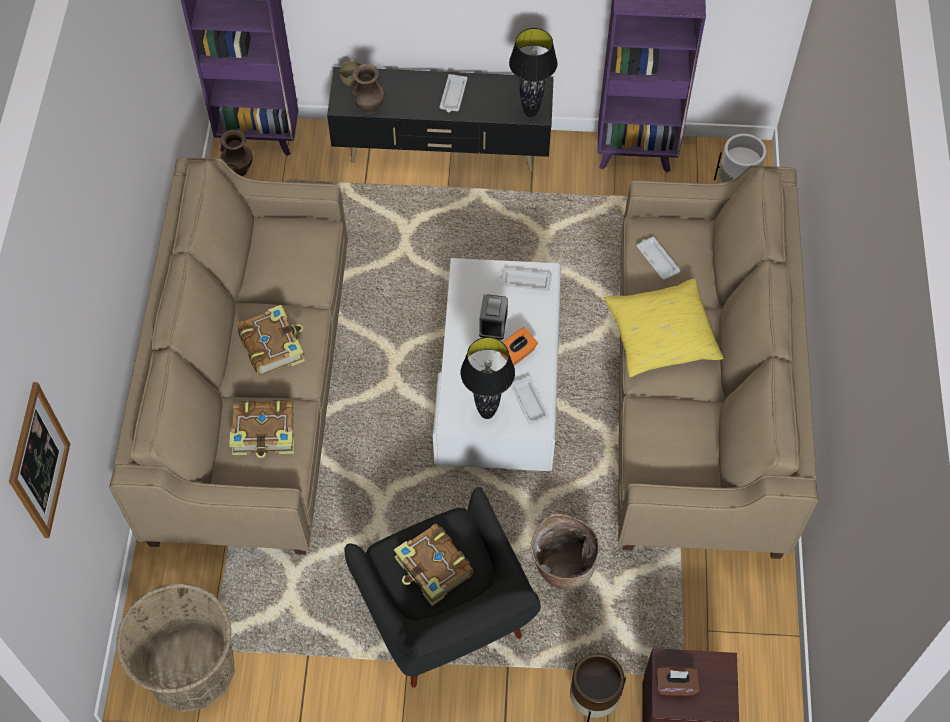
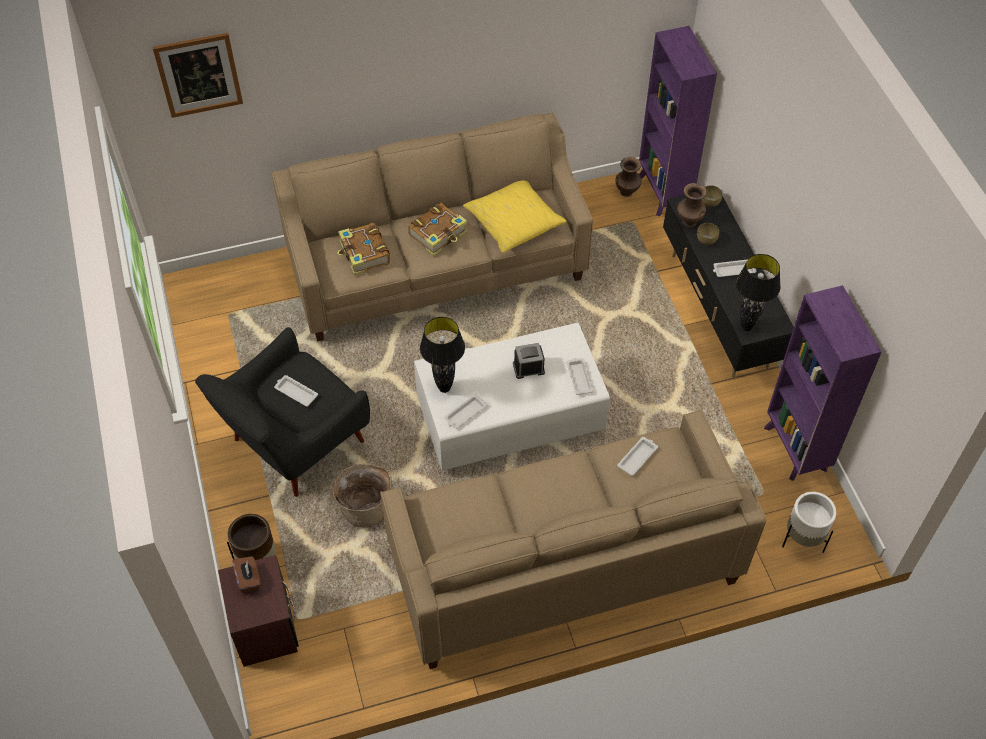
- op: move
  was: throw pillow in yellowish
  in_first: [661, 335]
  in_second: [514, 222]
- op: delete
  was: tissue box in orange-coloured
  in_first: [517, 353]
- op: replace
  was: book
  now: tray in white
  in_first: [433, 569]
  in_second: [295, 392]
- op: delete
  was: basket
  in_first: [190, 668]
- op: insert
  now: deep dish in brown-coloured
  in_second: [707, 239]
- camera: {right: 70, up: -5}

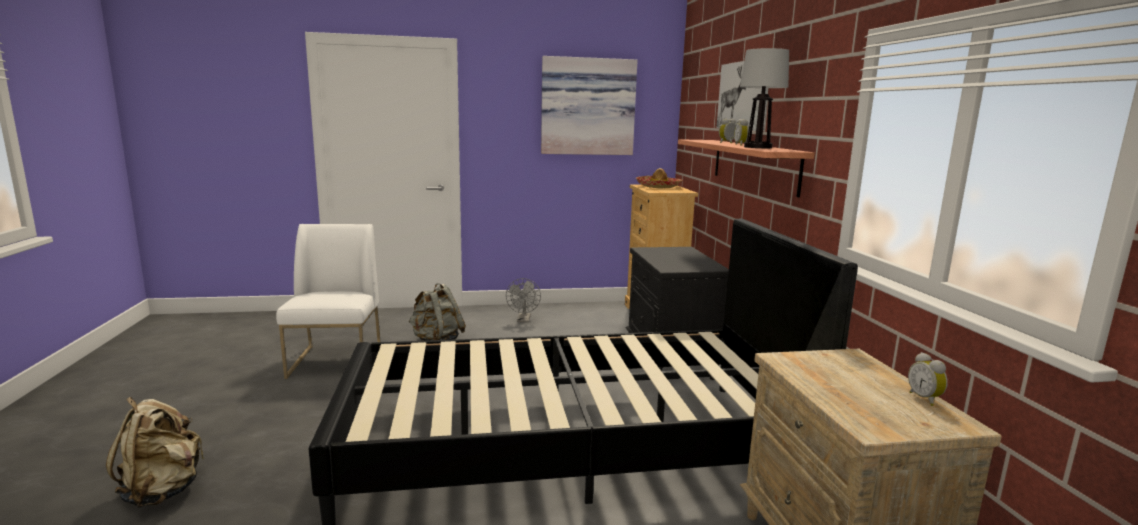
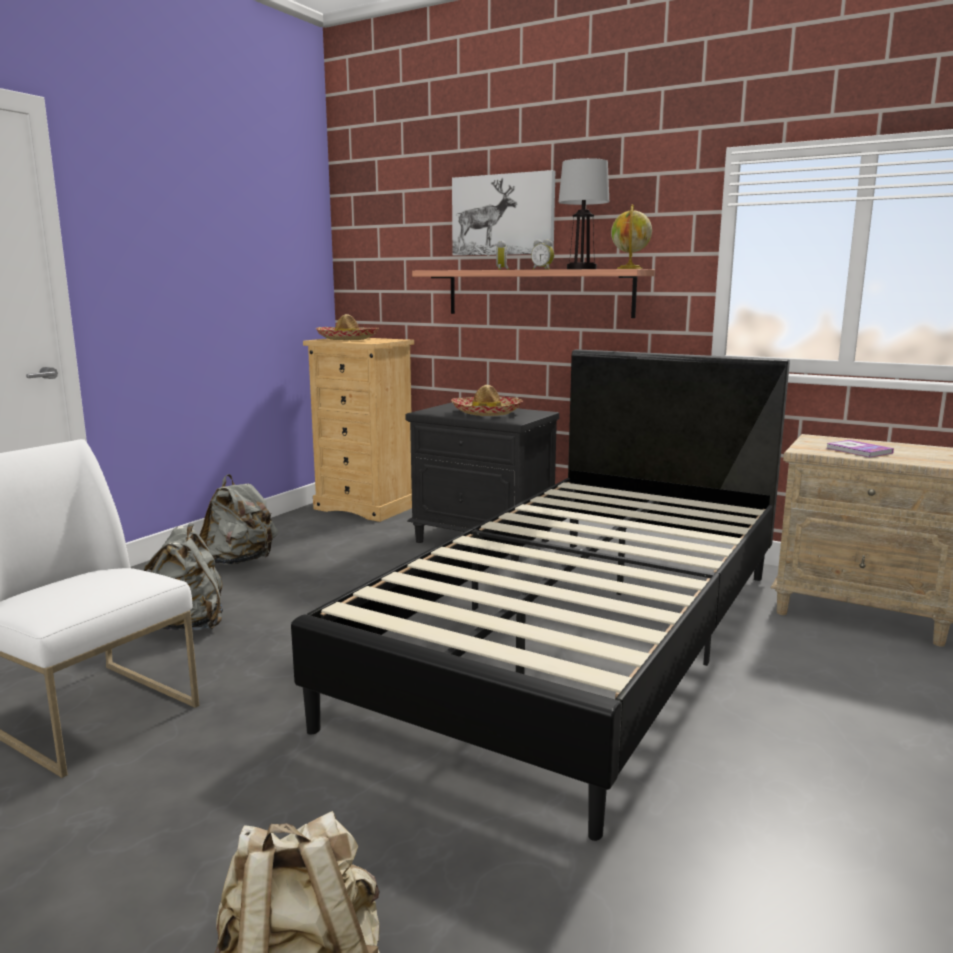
- op: delete
  was: picture
  in_first: [587, 107]
- op: replace
  was: cooling fan in greyish
  now: knapsack in greyish
  in_first: [523, 320]
  in_second: [240, 562]
- op: delete
  was: alarm clock
  in_first: [925, 399]
- op: insert
  now: globe
  in_second: [630, 268]
- op: insert
  now: wearable hat
  in_second: [487, 413]
- op: insert
  now: book
  in_second: [858, 450]
- camera: {right: -50, up: 0}

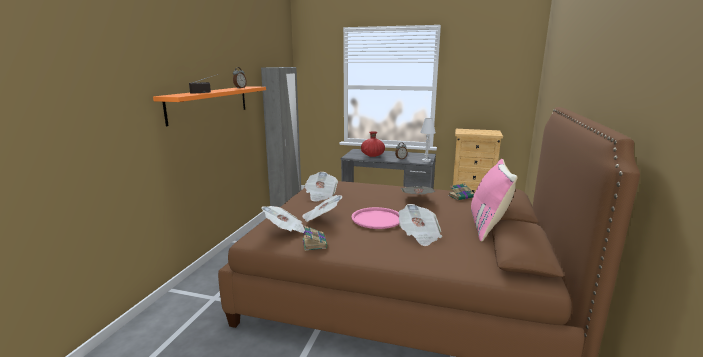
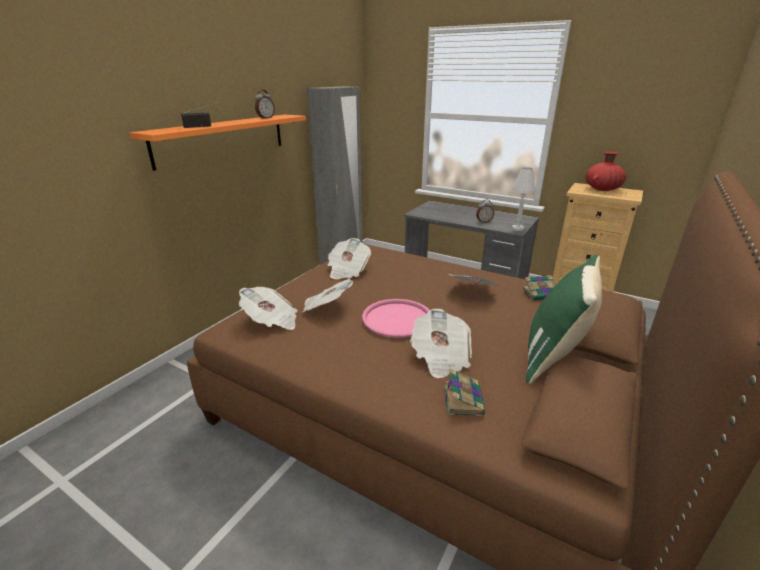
- op: move
  was: vase in red-coloured
  in_first: [372, 156]
  in_second: [602, 189]
- op: recolor
  was: throw pillow in pinkish
  now: throw pillow in green
  in_first: [488, 227]
  in_second: [554, 357]
- op: move
  was: book
  in_first: [314, 243]
  in_second: [463, 399]
- camera: {right: 15, up: 10}

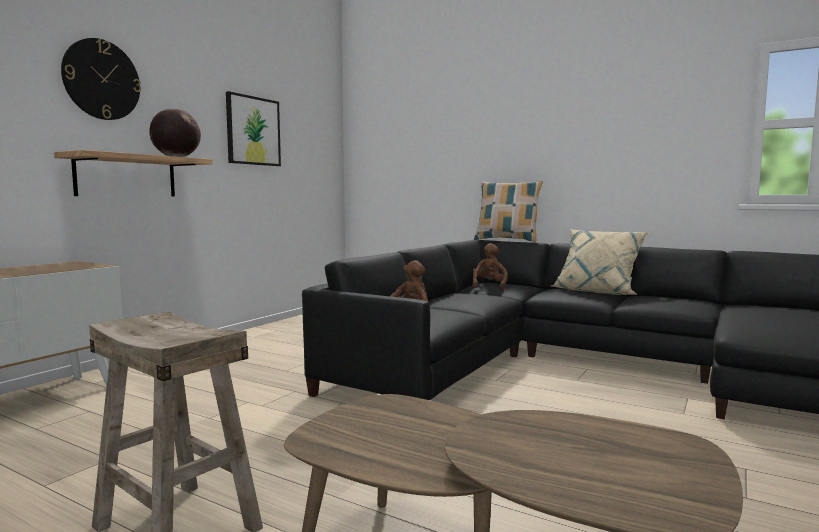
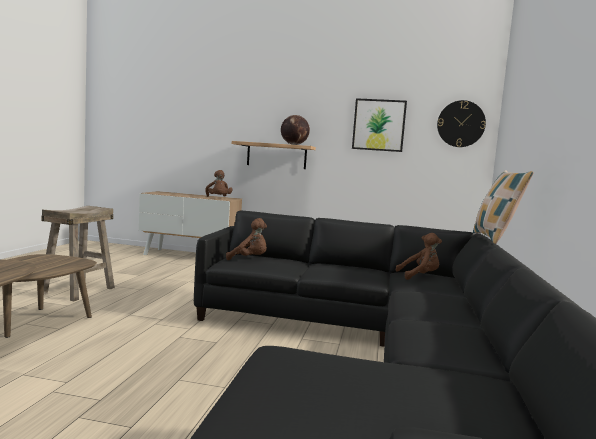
- op: move
  was: wall clock
  in_first: [101, 80]
  in_second: [461, 124]
- op: delete
  was: throw pillow in beige
  in_first: [598, 291]
- op: insert
  now: cuddly toy in brown-coloured
  in_second: [218, 198]
- camera: {right: 70, up: 0}

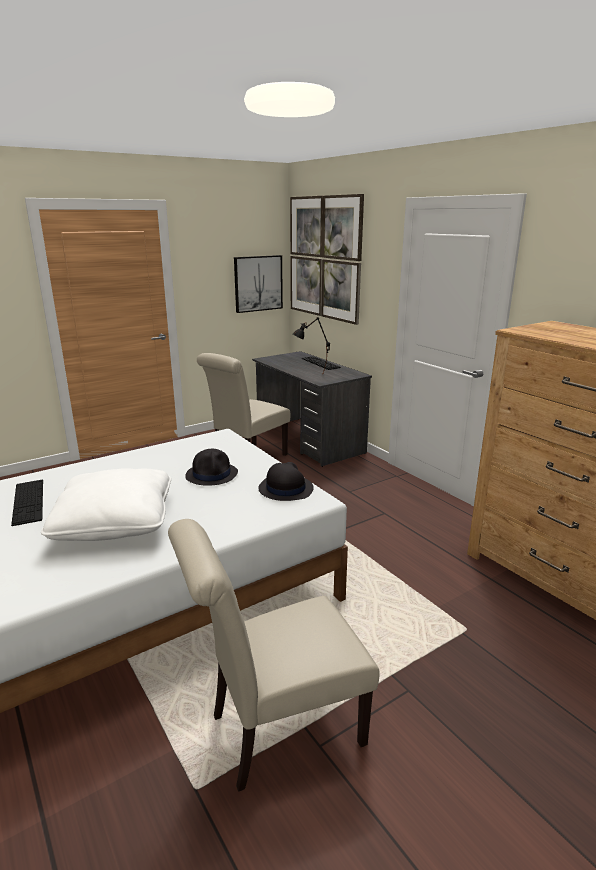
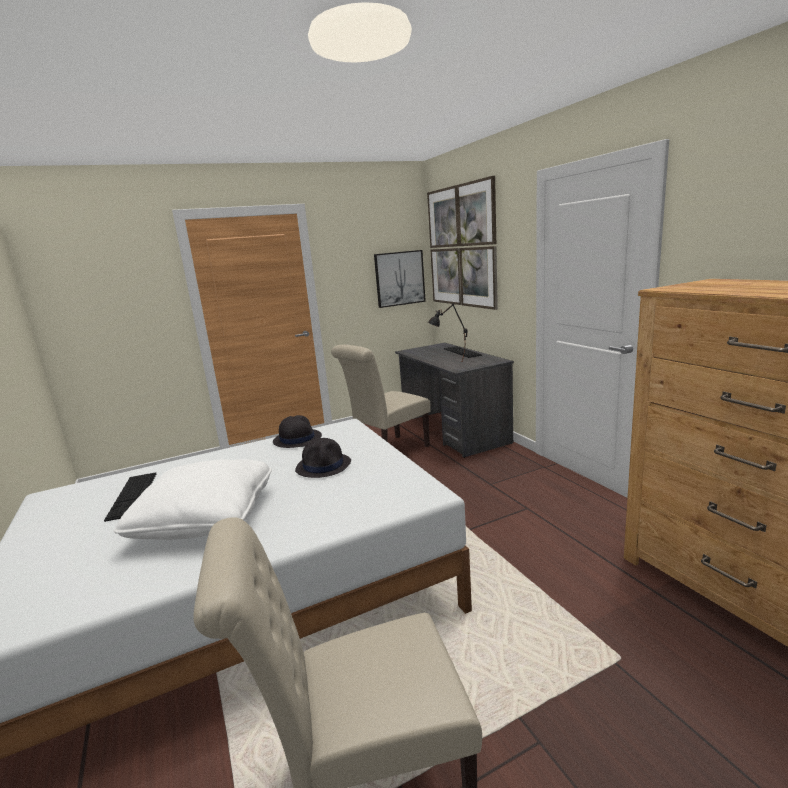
- op: move
  was: wearable hat in black-coloured
  in_first: [285, 488]
  in_second: [297, 439]
- camera: {right: 10, up: -5}

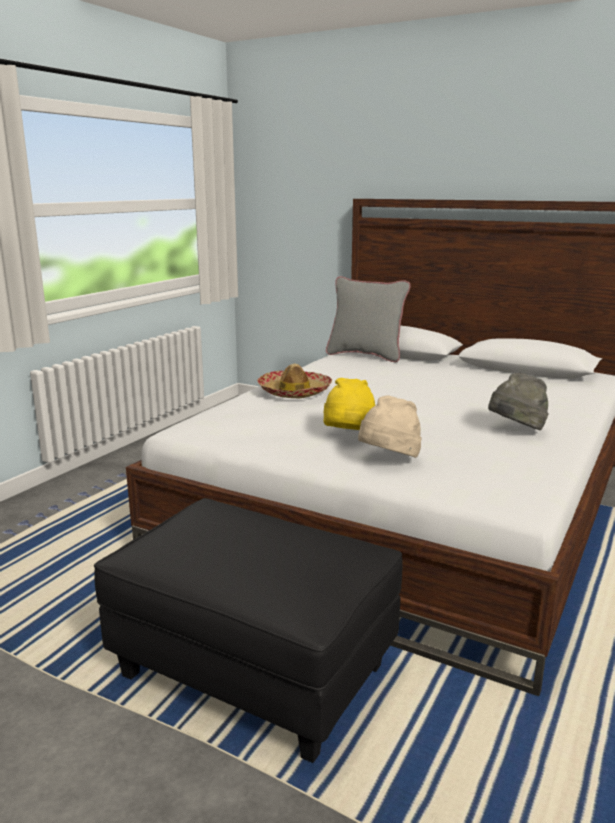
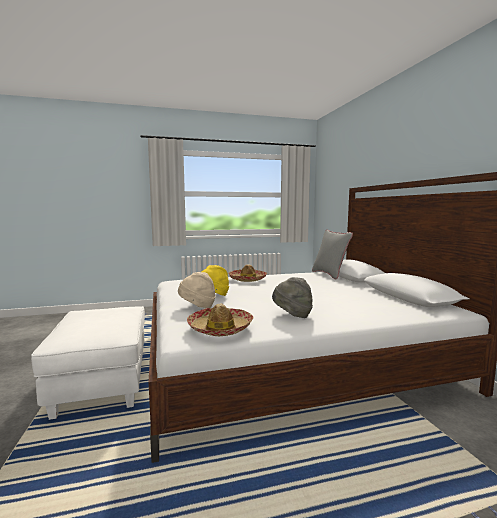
- op: recolor
  was: ottoman in black-coloured
  now: ottoman in white
  in_first: [253, 671]
  in_second: [102, 383]
- op: insert
  now: wearable hat
  in_second: [220, 328]
- camera: {right: 45, up: -10}

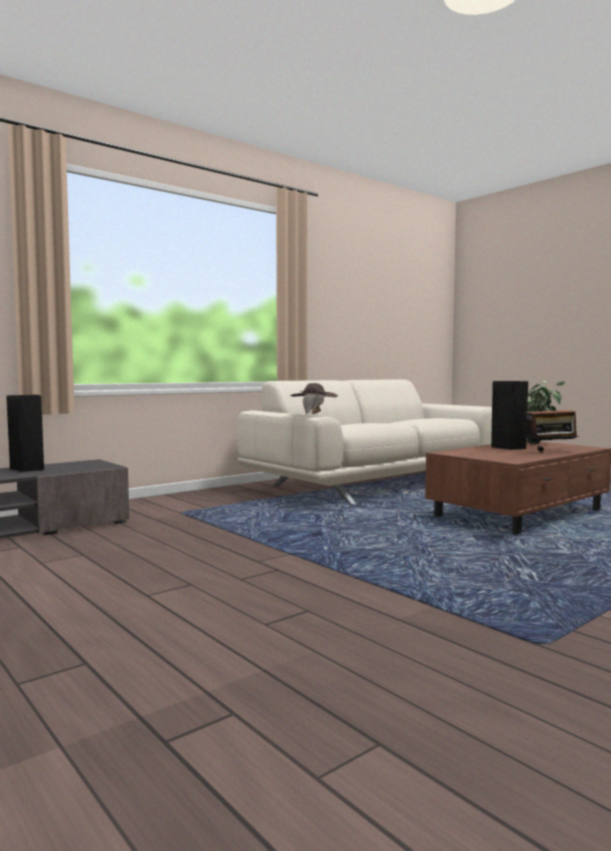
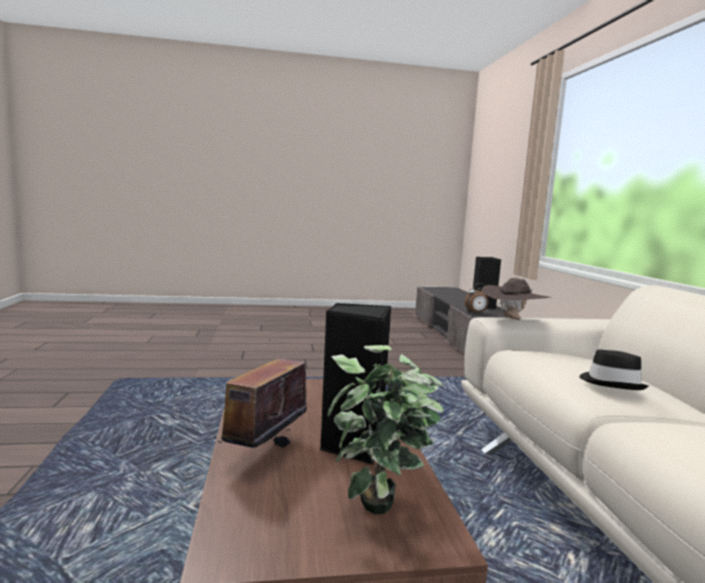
- op: insert
  now: alarm clock
  in_second: [476, 313]
- op: insert
  now: wearable hat in black-coloured
  in_second: [611, 383]
- camera: {right: 120, up: 5}

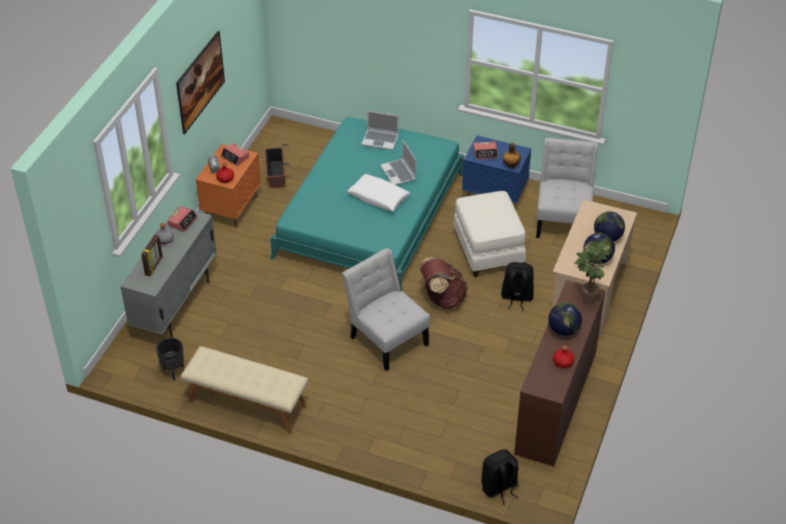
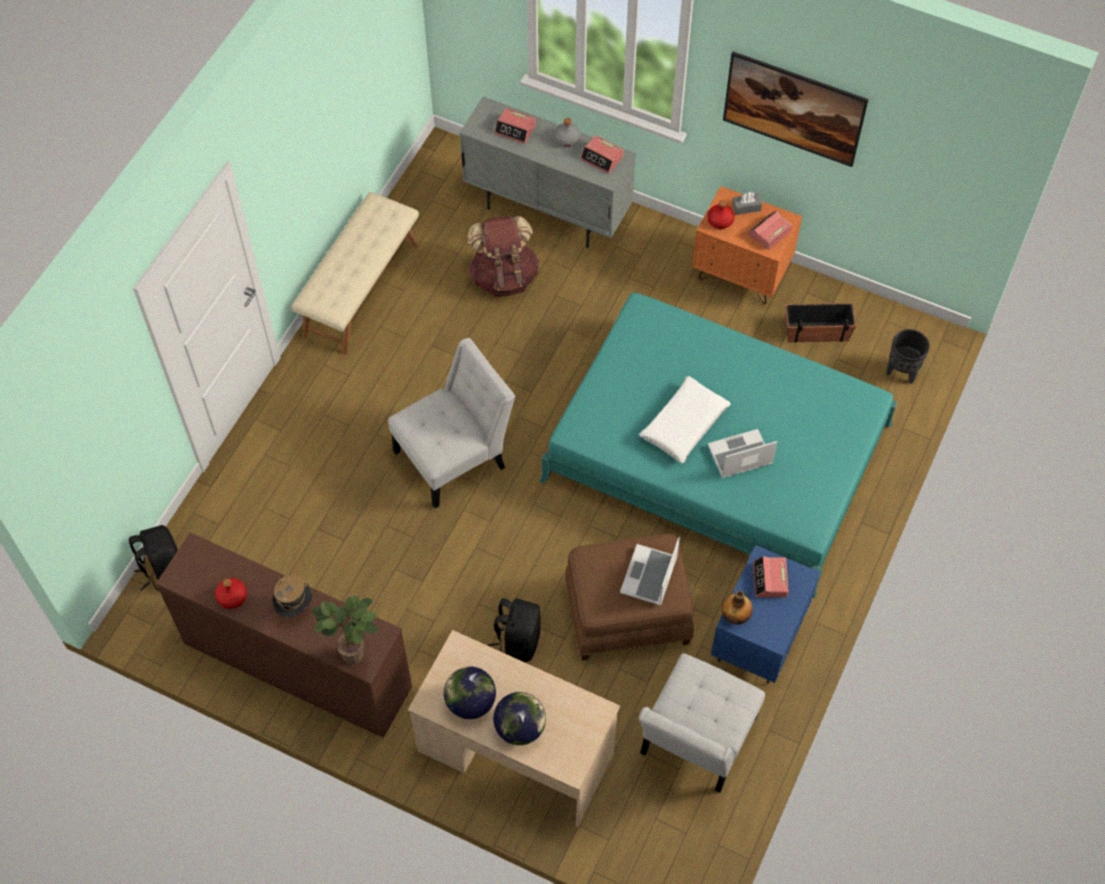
- op: move
  was: laptop
  in_first: [380, 140]
  in_second: [649, 577]
- op: rotate
  was: chair in white
  in_first: [563, 219]
  in_second: [695, 741]
  clockwise: 105
- op: recolor
  was: ottoman in white
  now: ottoman in brown-coloured
  in_first: [487, 250]
  in_second: [627, 612]
- op: replace
  was: photo frame
  now: alarm clock
  in_first: [154, 266]
  in_second: [515, 129]
- op: move
  was: knapsack in brown-coloured
  in_first: [442, 298]
  in_second: [504, 276]
- op: replace
  was: globe
  now: wearable hat
  in_first: [563, 330]
  in_second: [295, 607]
- op: move
  was: planter in black-coloured
  in_first: [173, 371]
  in_second: [902, 372]
- camera: {right: 95, up: 15}

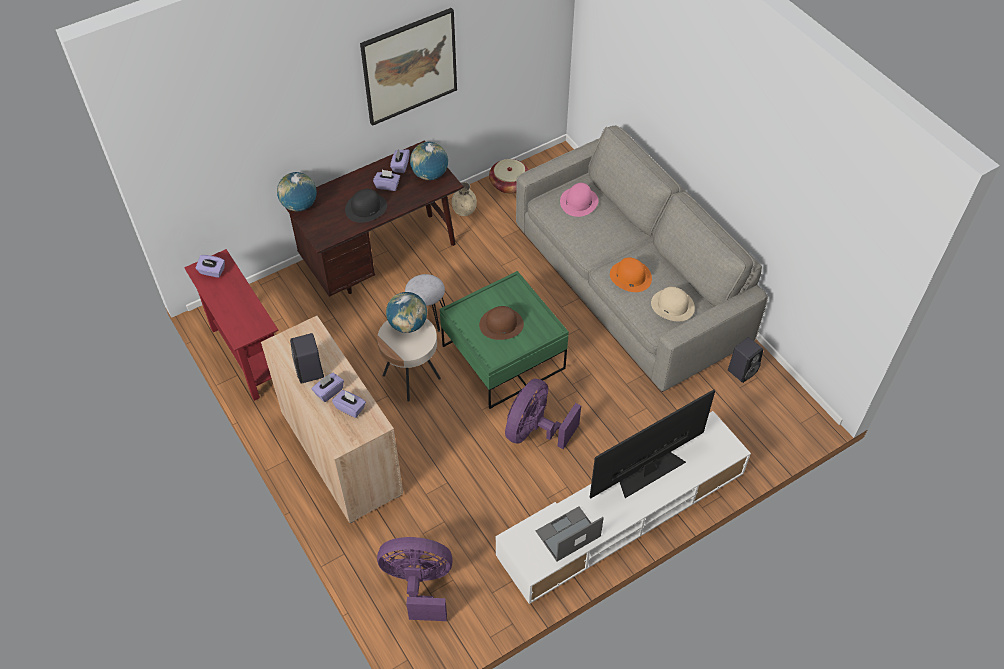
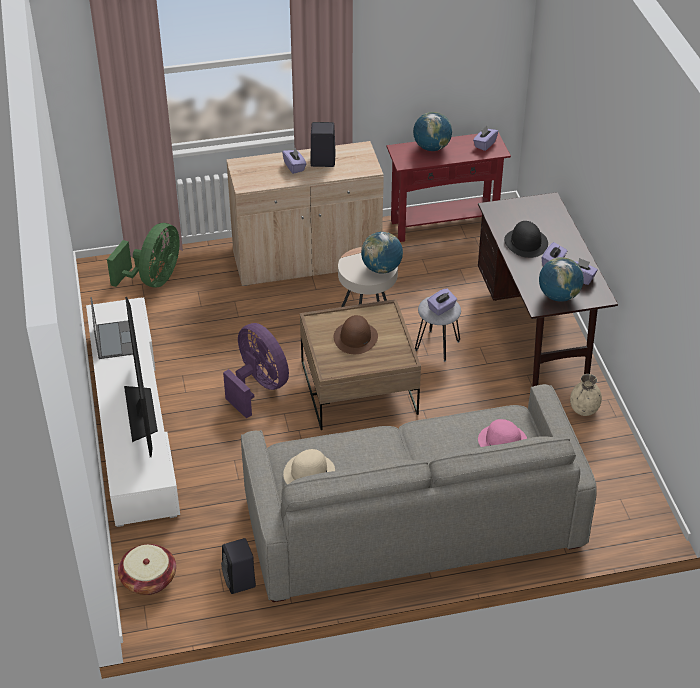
- op: delete
  was: picture
  in_first: [409, 66]
- op: move
  was: basket
  in_first: [509, 184]
  in_second: [148, 579]
- op: move
  was: globe
  in_first: [299, 205]
  in_second: [431, 147]
- op: delete
  was: wearable hat in orange-coloured
  in_first: [630, 276]
- op: recolor
  was: low table in green
  now: low table in brown-coloured
  in_first: [503, 357]
  in_second: [358, 388]
- op: move
  was: tissue box in purplish
  in_first: [350, 408]
  in_second: [441, 308]
- op: recolor
  was: cooling fan in purplish
  now: cooling fan in green
  in_first: [419, 584]
  in_second: [153, 279]
- camera: {right: 110, up: -10}

